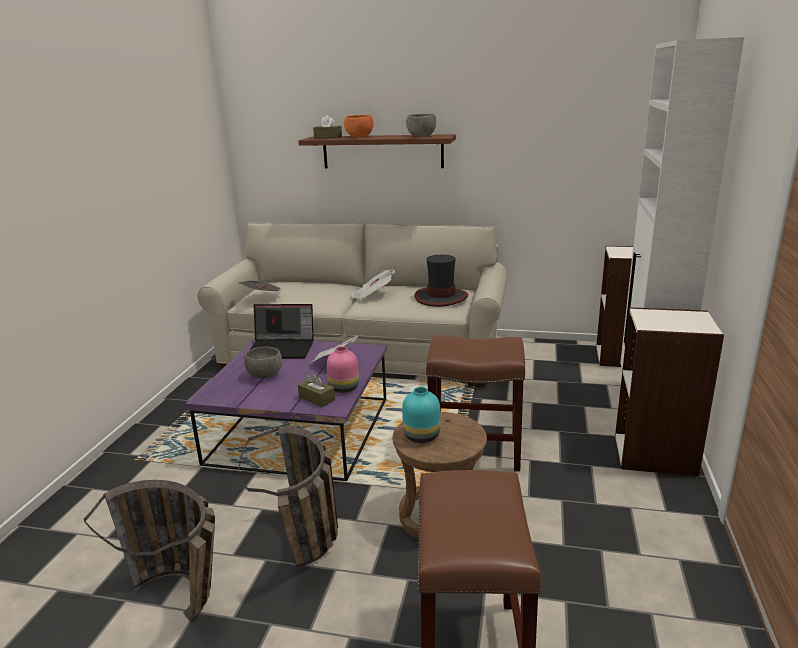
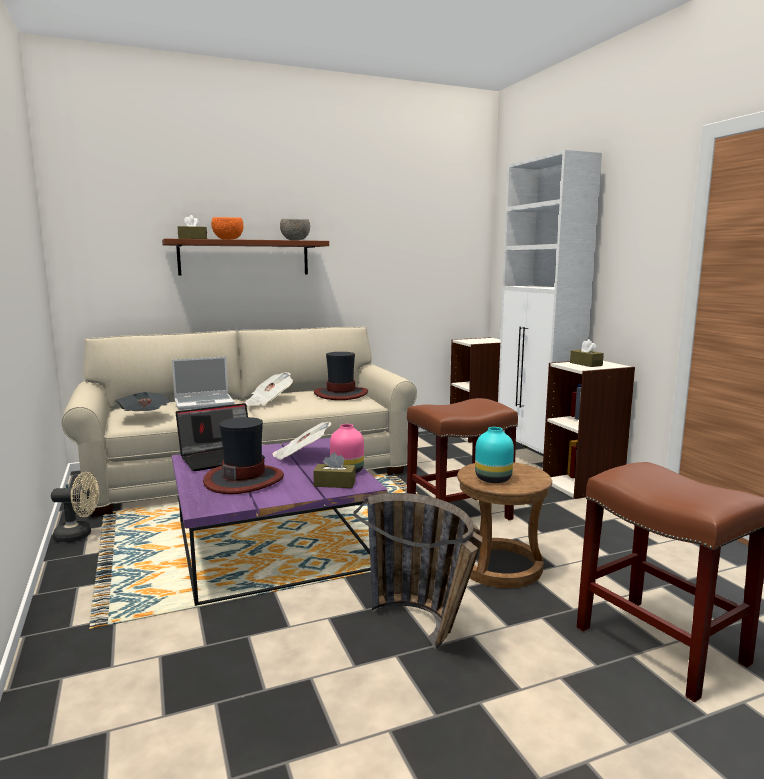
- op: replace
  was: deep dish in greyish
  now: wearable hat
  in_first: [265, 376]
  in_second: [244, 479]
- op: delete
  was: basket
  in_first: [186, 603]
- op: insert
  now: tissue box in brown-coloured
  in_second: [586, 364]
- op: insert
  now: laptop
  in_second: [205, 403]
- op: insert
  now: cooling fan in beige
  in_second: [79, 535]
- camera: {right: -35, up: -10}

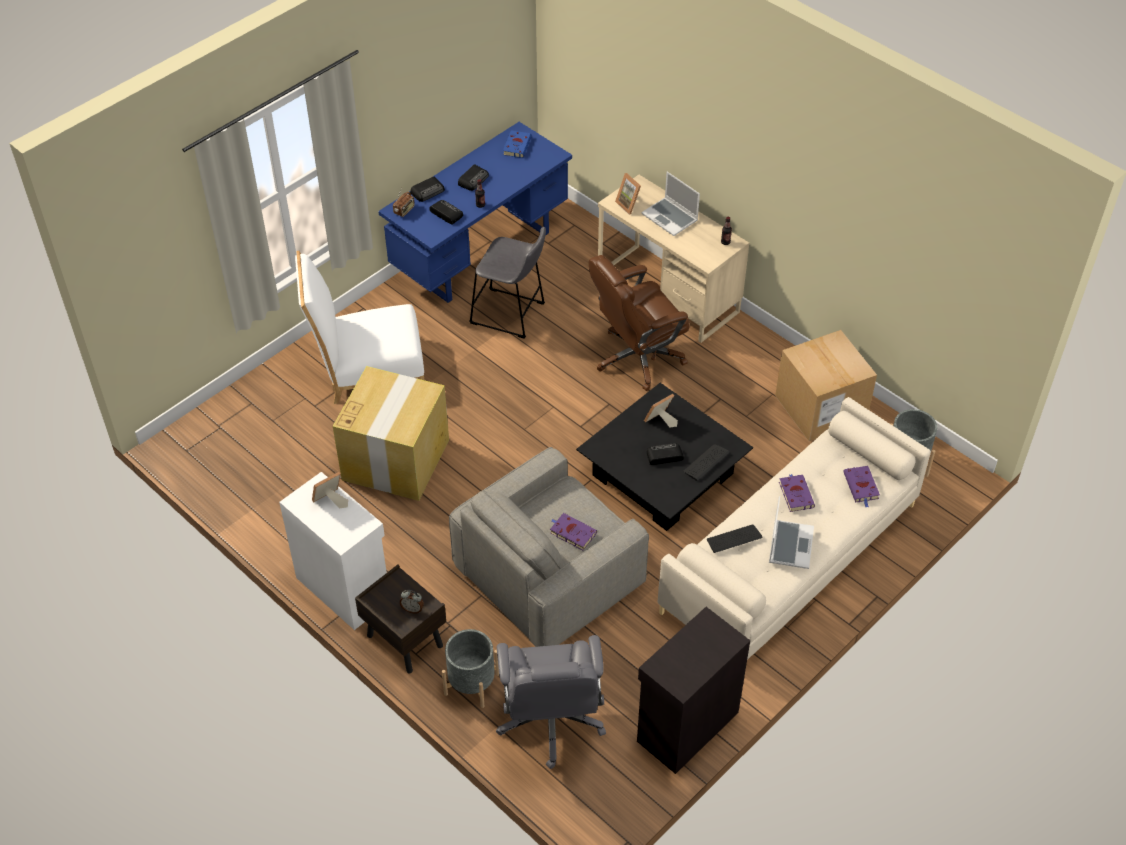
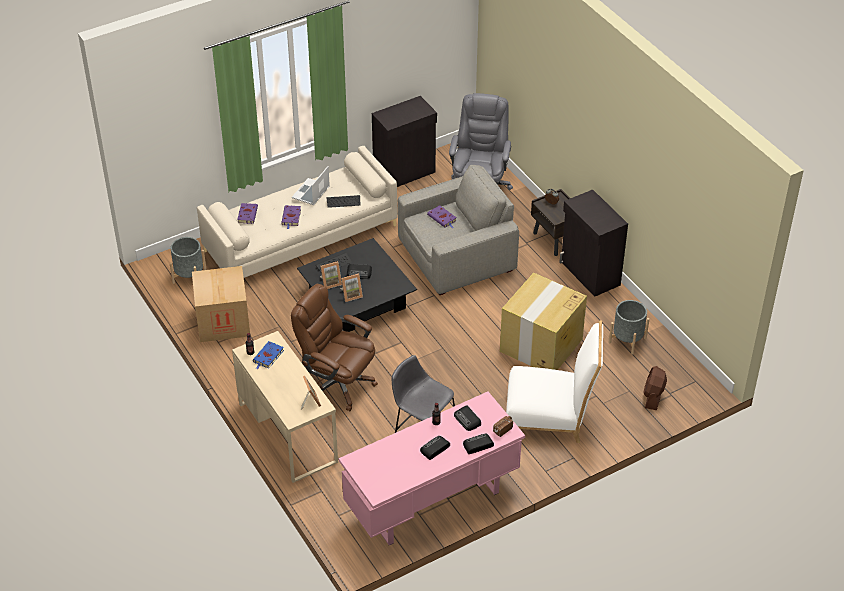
- op: recolor
  was: desk in blue
  now: desk in pinkish
  in_first: [480, 254]
  in_second: [432, 503]
- op: move
  was: book in blue
  in_first: [517, 145]
  in_second: [268, 357]
- op: delete
  was: laptop
  in_first: [670, 218]
- op: rotate
  was: office chair in brown-coloured
  in_first: [637, 357]
  in_second: [337, 383]
  clockwise: -135
- op: recolor
  was: cabinet in white
  now: cabinet in black-coloured
  in_first: [344, 588]
  in_second: [589, 274]
- op: move
  was: photo frame
  in_first: [330, 501]
  in_second: [330, 282]
- op: move
  was: planter in greyish
  in_first: [472, 684]
  in_second: [627, 340]
- op: insert
  now: cooling fan in brown-coloured
  in_second: [653, 396]
- camera: {right: -165, up: -5}

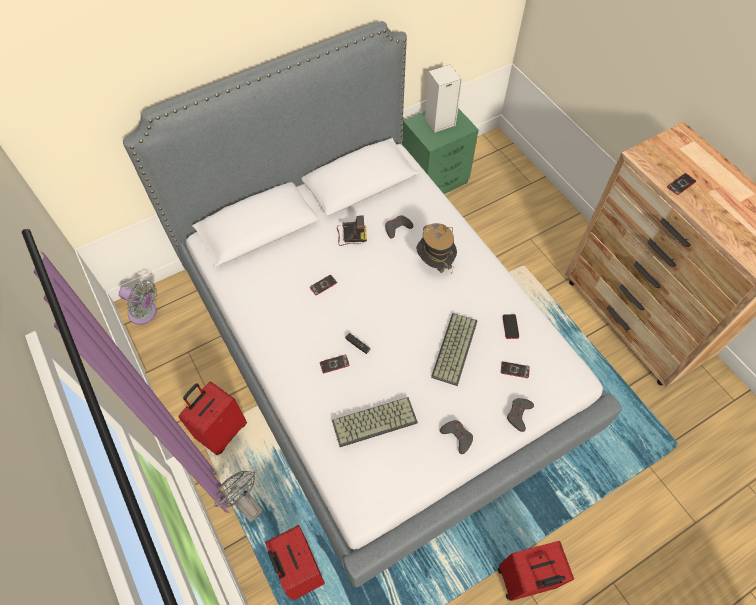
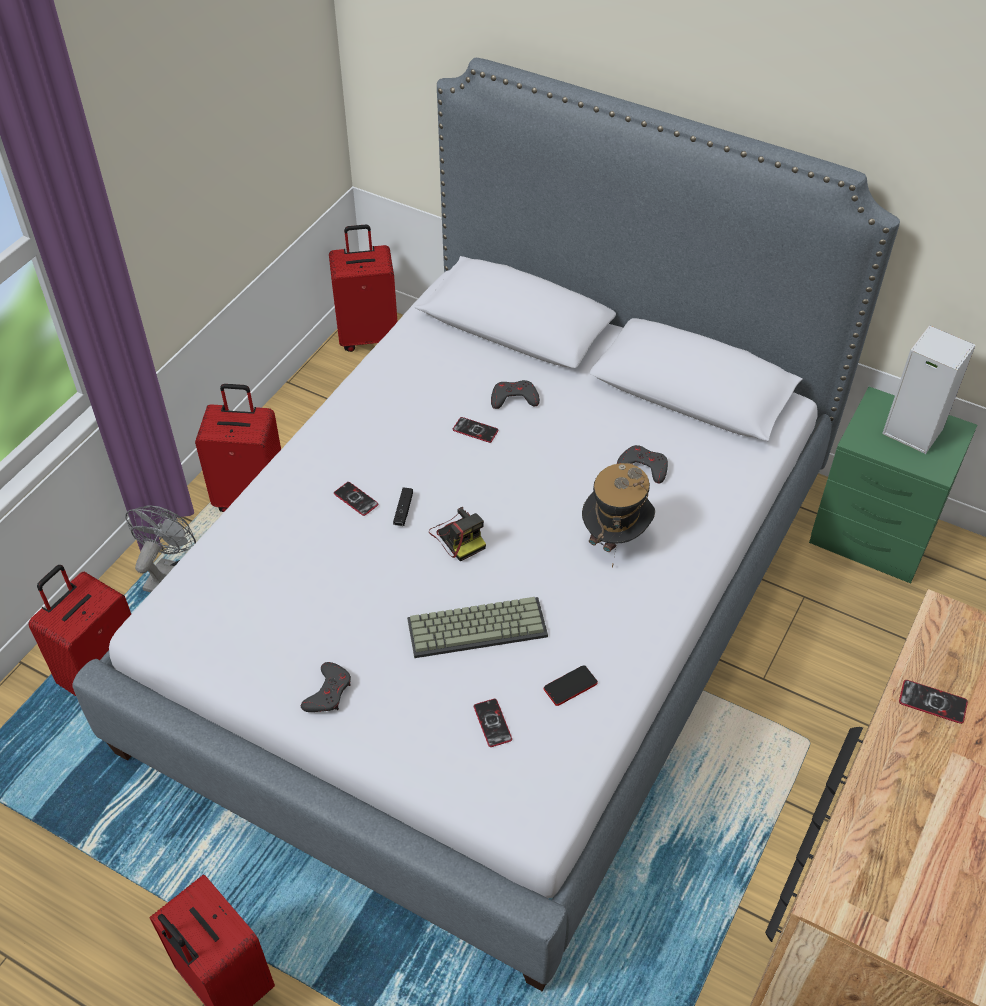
- op: move
  was: photo camera
  in_first: [351, 235]
  in_second: [458, 536]
- op: replace
  was: cooling fan in greyish
  now: piece of luggage in red-coloured
  in_first: [145, 313]
  in_second: [369, 336]
- op: delete
  was: keyboard
  in_first: [375, 420]
- op: move
  was: game controller in greyish
  in_first: [519, 414]
  in_second: [514, 398]
- camera: {right: 60, up: -10}

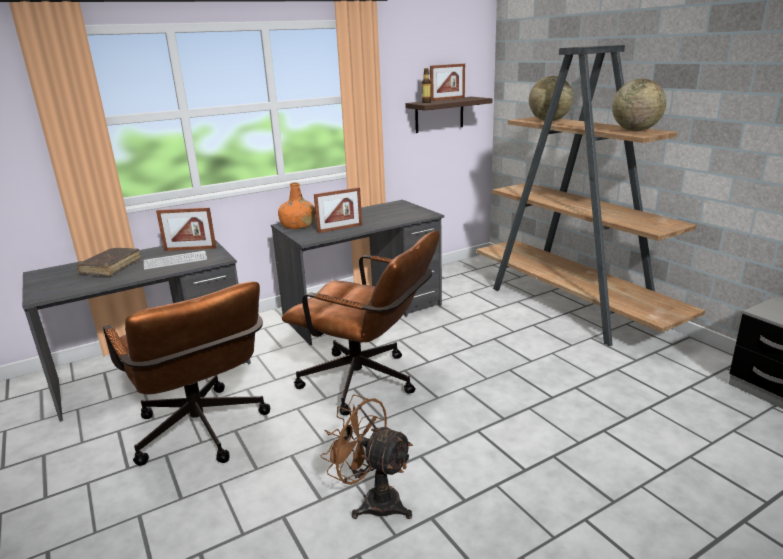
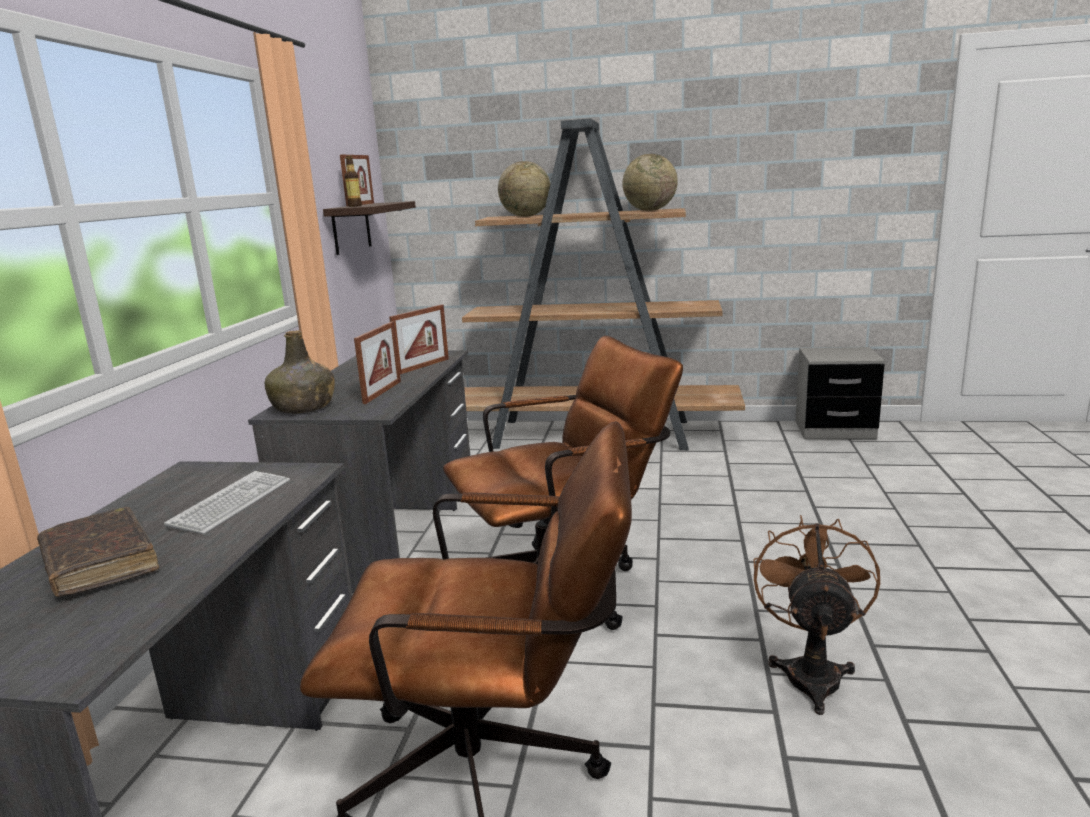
- op: recolor
  was: drink bottle in orange-coloured
  now: drink bottle in green
  in_first: [298, 225]
  in_second: [304, 407]
- op: move
  was: photo frame
  in_first: [190, 249]
  in_second: [423, 366]
- op: rotate
  was: cooling fan in brown-coloured
  in_first: [373, 500]
  in_second: [811, 672]
  clockwise: 120
- camera: {right: -50, up: -5}

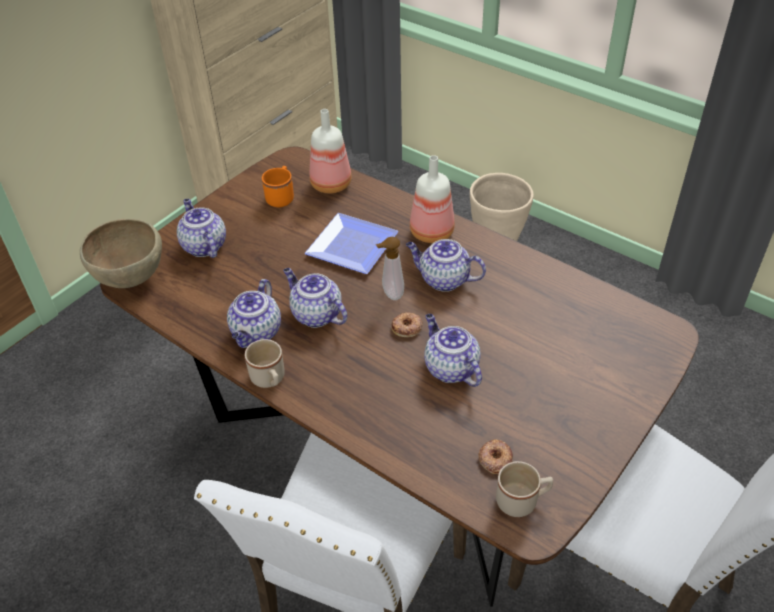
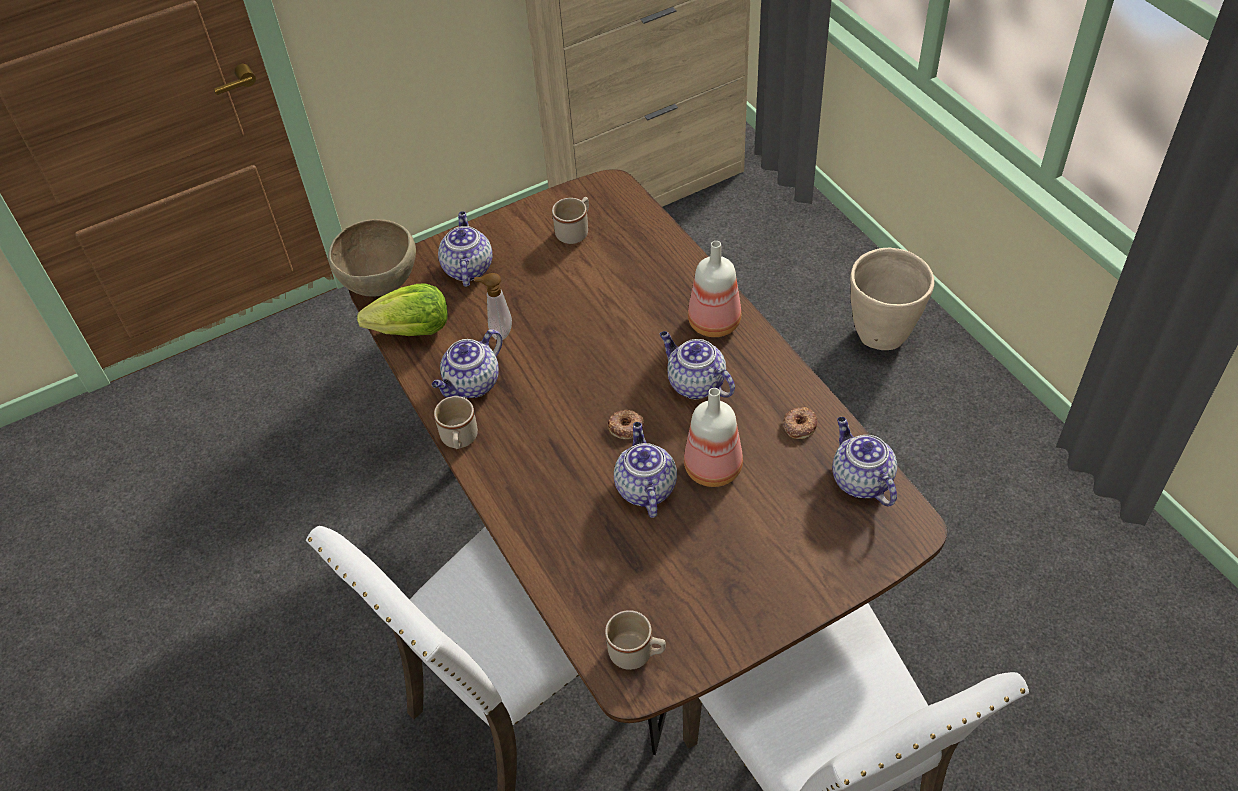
- op: move
  was: drink bottle
  in_first: [332, 185]
  in_second: [714, 469]
- op: recolor
  was: tea mug in orange-coloured
  now: tea mug in beige
  in_first: [281, 197]
  in_second: [575, 231]
- op: delete
  was: flat dish
  in_first: [348, 247]
- op: move
  was: liquid soap bottle
  in_first: [391, 294]
  in_second: [499, 332]
- op: move
  was: tea pot
  in_first: [315, 314]
  in_second: [860, 480]
- op: move
  was: doughnut
  in_first: [495, 459]
  in_second: [799, 425]
- op: insert
  now: lettuce
  in_second: [413, 331]
- camera: {right: 25, up: 5}

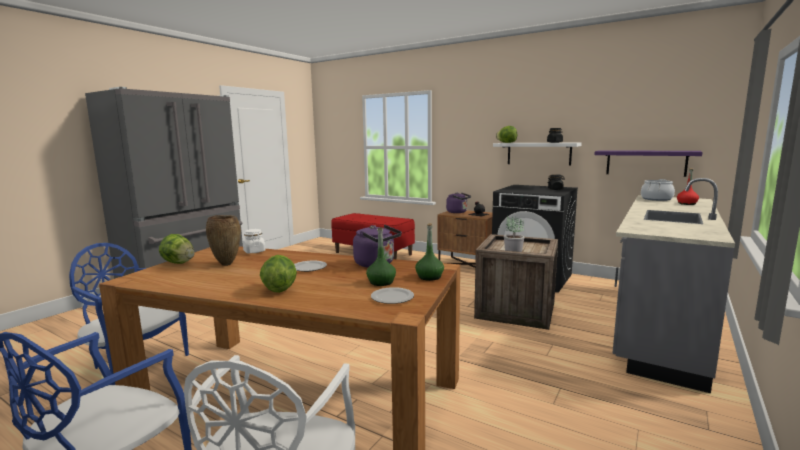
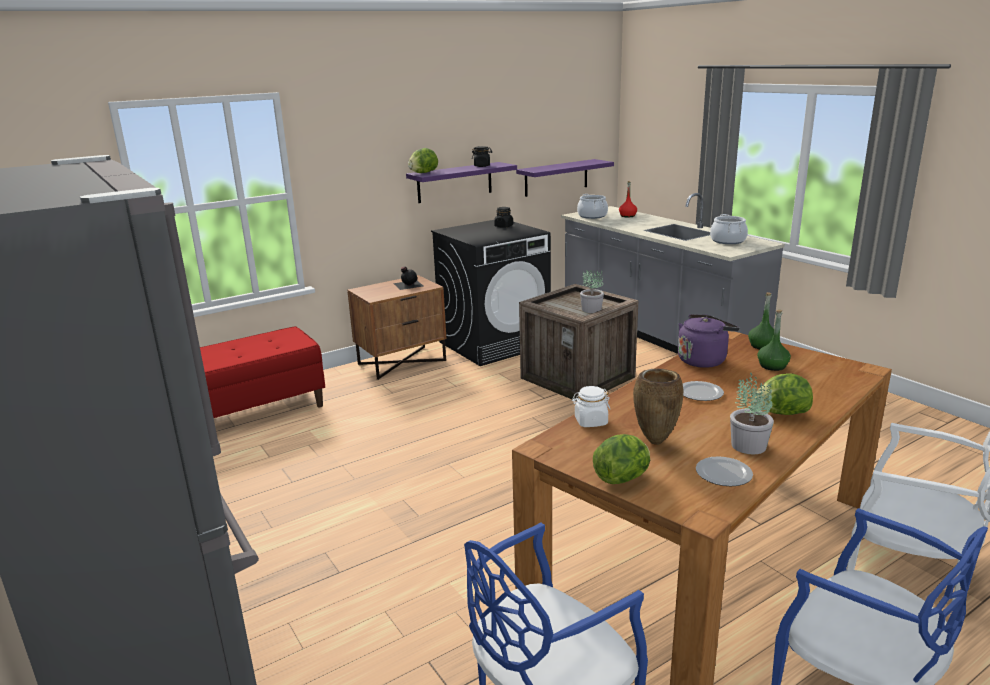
- op: recolor
  was: wall shelf in white
  now: wall shelf in purplish
  in_first: [538, 153]
  in_second: [455, 182]
- op: delete
  was: tea kettle in purplish
  in_first: [458, 212]
- op: move
  was: flat dish
  in_first: [391, 297]
  in_second: [723, 474]
- op: insert
  now: cooking pot
  in_second: [727, 241]
- op: insert
  now: houseplant
  in_second: [747, 445]
- camera: {right: -65, up: 10}

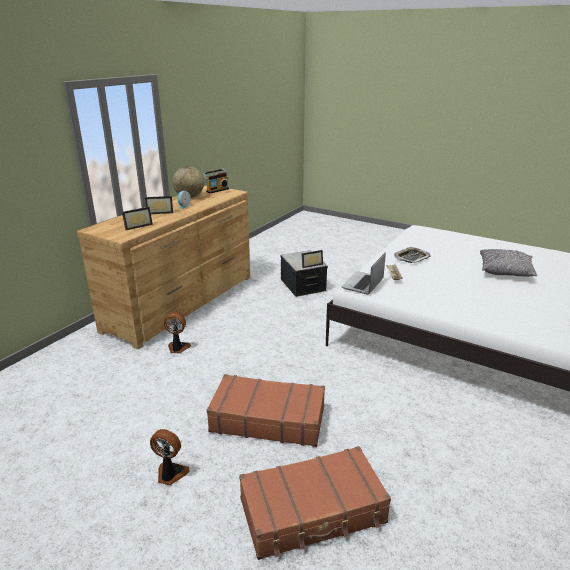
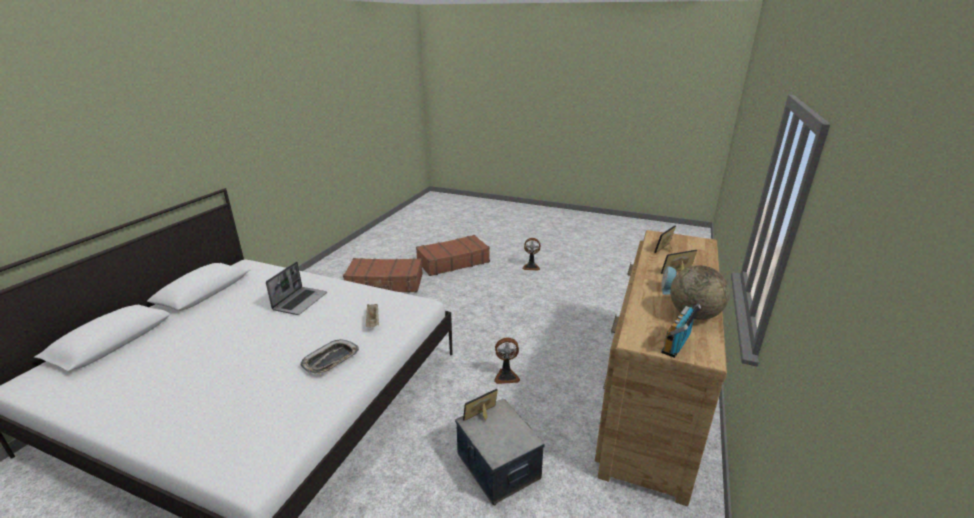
- op: delete
  was: throw pillow in greyish
  in_first: [505, 271]
- op: move
  was: laptop
  in_first: [363, 284]
  in_second: [300, 301]
- op: move
  was: cooling fan
  in_first: [178, 348]
  in_second: [506, 376]
- op: move
  was: piece of luggage in brown-coloured
  in_first: [268, 419]
  in_second: [385, 283]
- camera: {right: 170, up: 0}

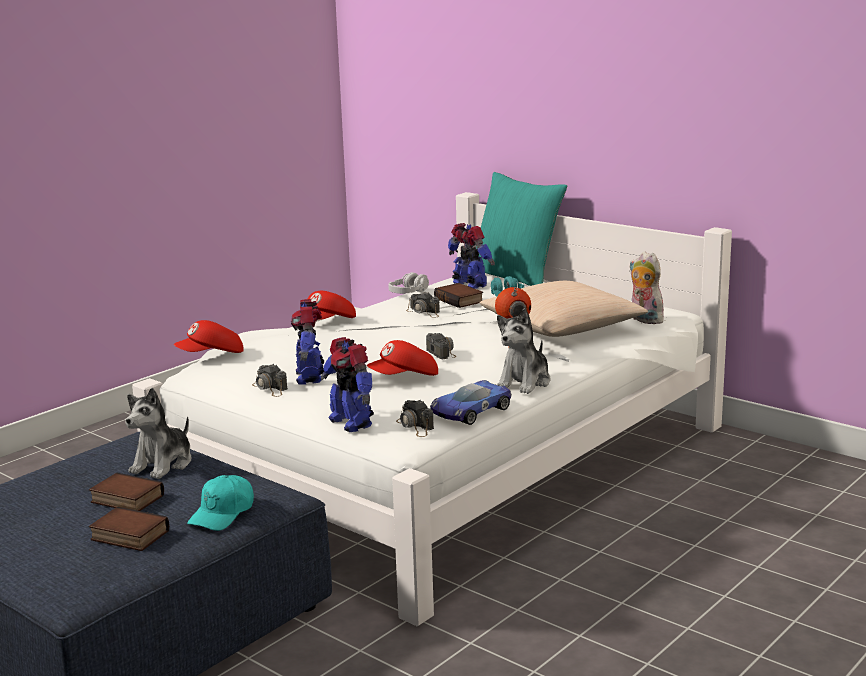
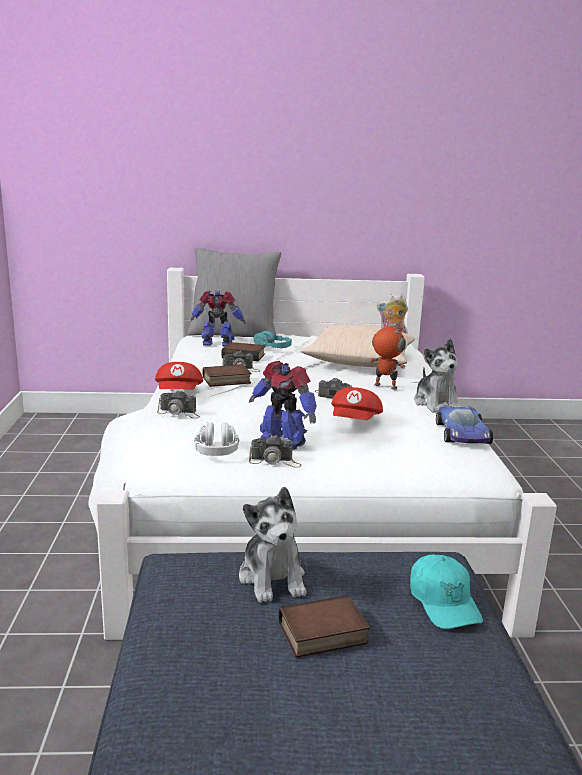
- op: recolor
  was: throw pillow in blue-green
  now: throw pillow in greyish
  in_first: [516, 276]
  in_second: [234, 334]
- op: move
  was: pair of headphones in greyish
  in_first: [408, 292]
  in_second: [216, 450]
- op: delete
  was: peaked cap in red-coloured
  in_first: [211, 356]
- op: delete
  was: model robot
  in_first: [351, 422]
- op: move
  was: photo camera
  in_first: [415, 426]
  in_second: [179, 413]
- op: move
  was: book
  in_first: [128, 536]
  in_second: [226, 381]
- camera: {right: -45, up: 0}

